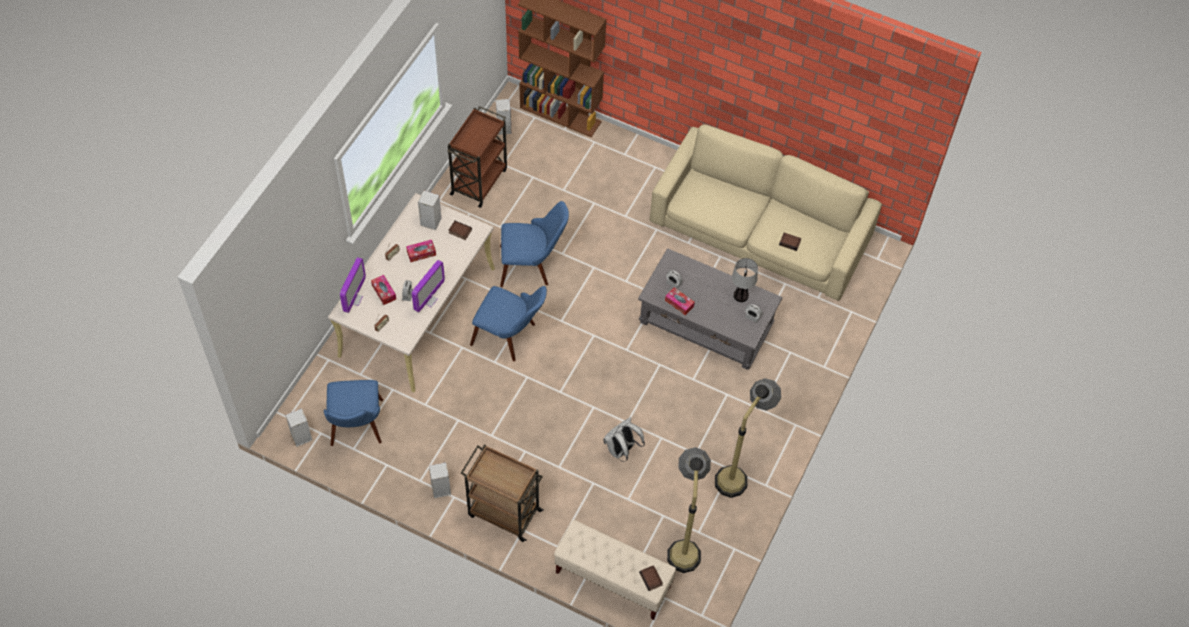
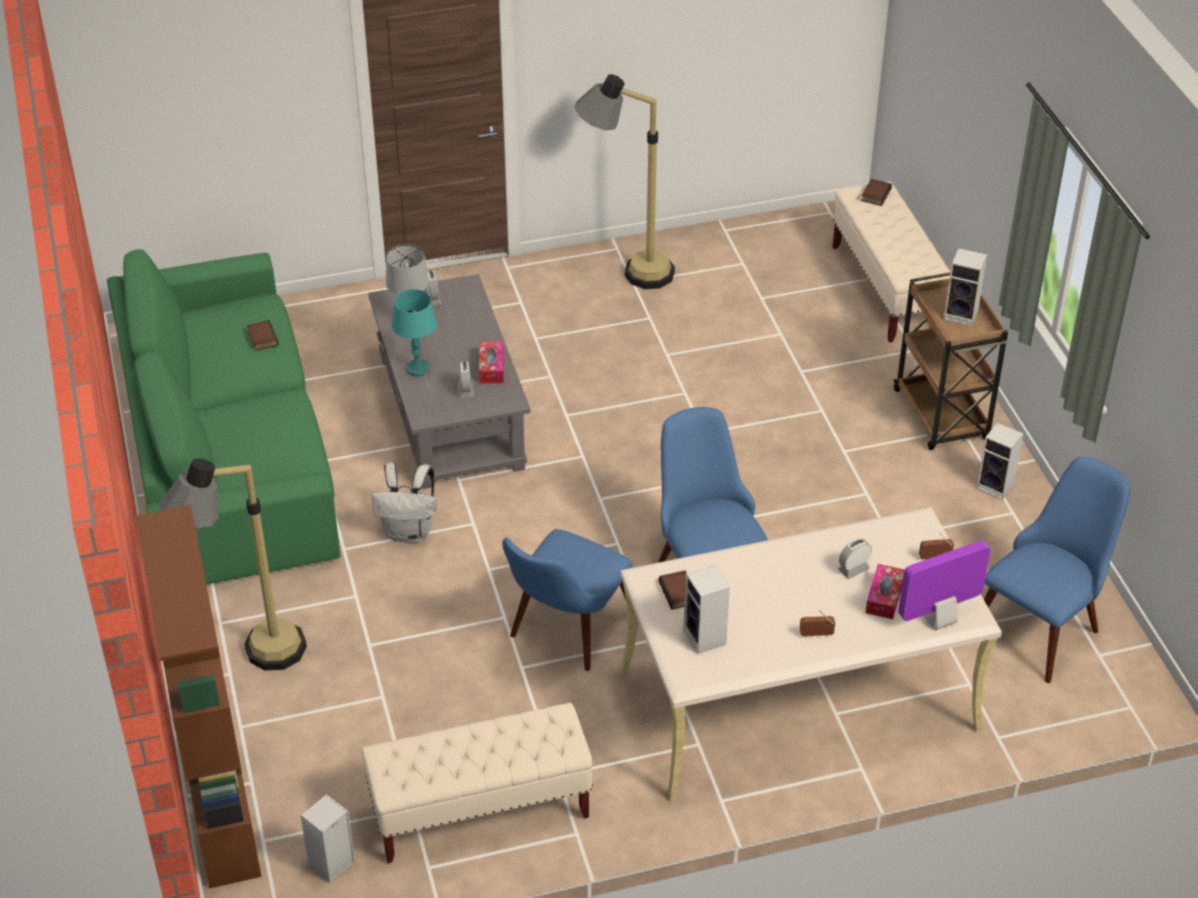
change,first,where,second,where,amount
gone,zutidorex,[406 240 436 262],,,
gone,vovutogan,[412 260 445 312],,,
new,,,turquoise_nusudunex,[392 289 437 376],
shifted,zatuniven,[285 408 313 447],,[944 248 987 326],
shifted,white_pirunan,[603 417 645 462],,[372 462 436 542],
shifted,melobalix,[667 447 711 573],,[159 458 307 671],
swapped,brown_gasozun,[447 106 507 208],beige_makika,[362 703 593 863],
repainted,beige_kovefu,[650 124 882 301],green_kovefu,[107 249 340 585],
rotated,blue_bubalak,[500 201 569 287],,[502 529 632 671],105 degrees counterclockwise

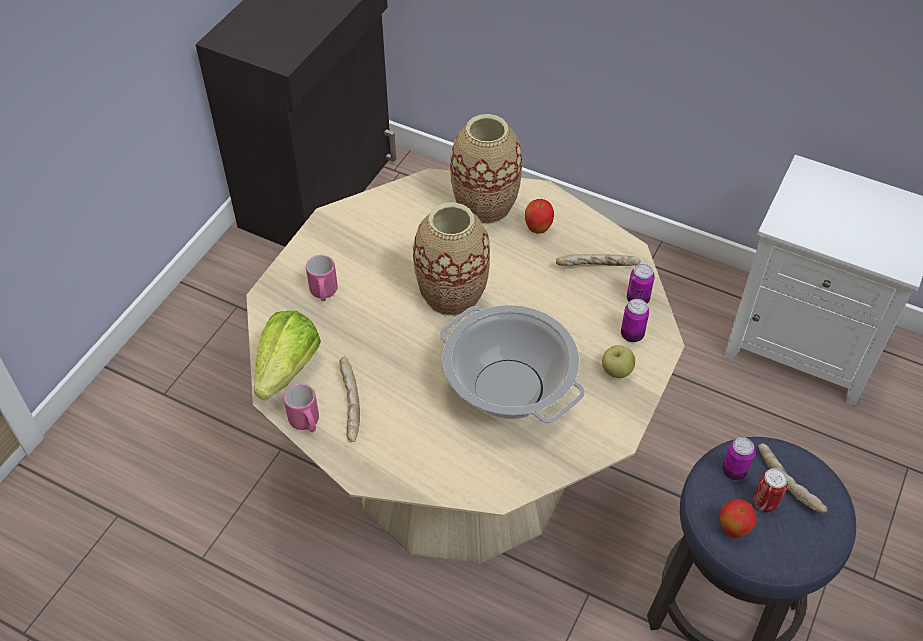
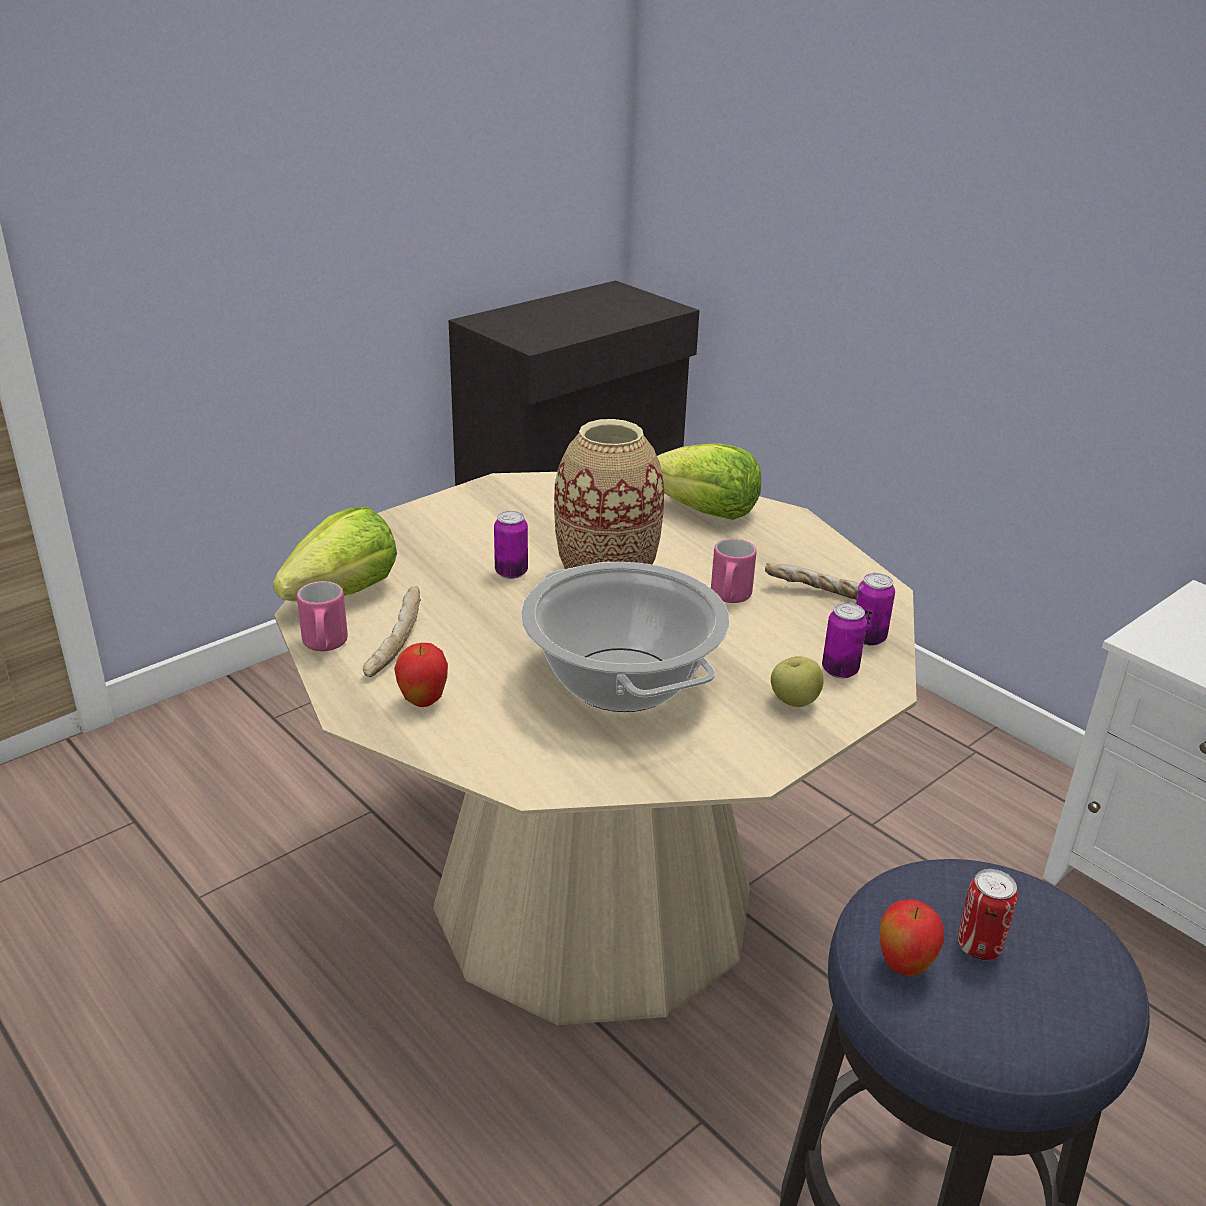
change,first,where,second,where,amount
gone,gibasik,[758 443 827 514],,,
shifted,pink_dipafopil,[306 255 338 301],,[711 538 756 603],
shifted,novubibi,[525 199 554 234],,[394 643 448 707],
shifted,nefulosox,[722 437 755 480],,[494 511 528 579],
swapped,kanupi,[450 114 522 224],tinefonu,[657 443 761 520],

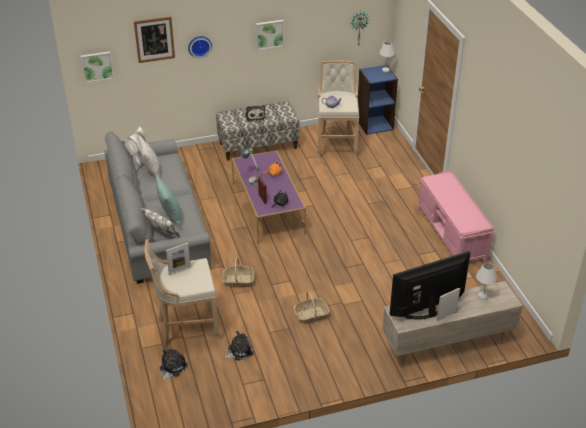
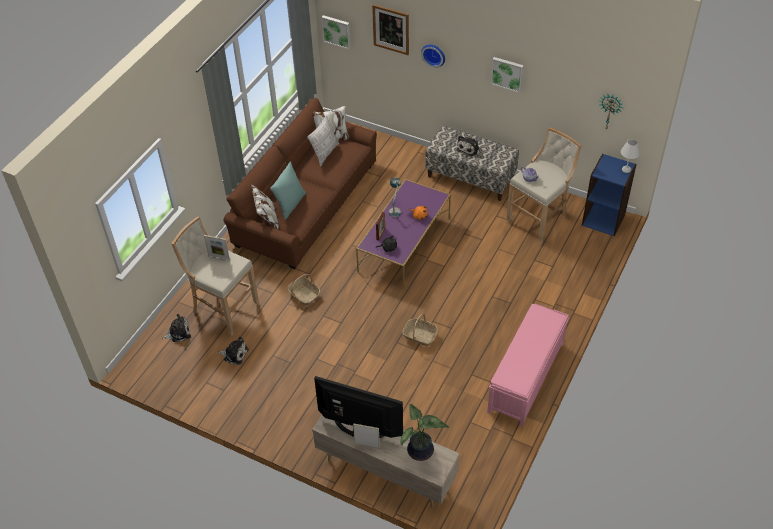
change,first,where,second,where,amount
shifted,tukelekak,[294 291 330 323],,[402 314 438 346],
swapped,white_nusudunex,[476 262 497 300],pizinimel,[400 404 449 461],
repainted,grey_kovefu,[105 126 211 284],brown_kovefu,[224 98 377 269],

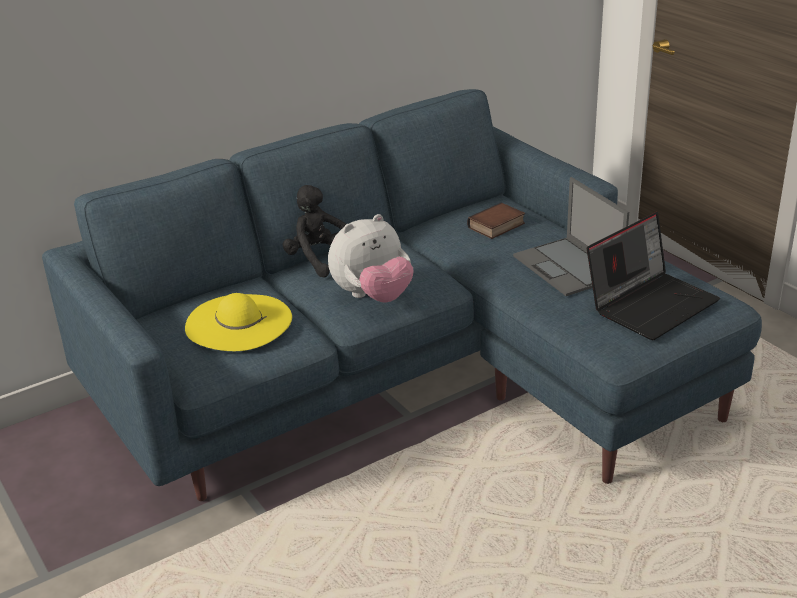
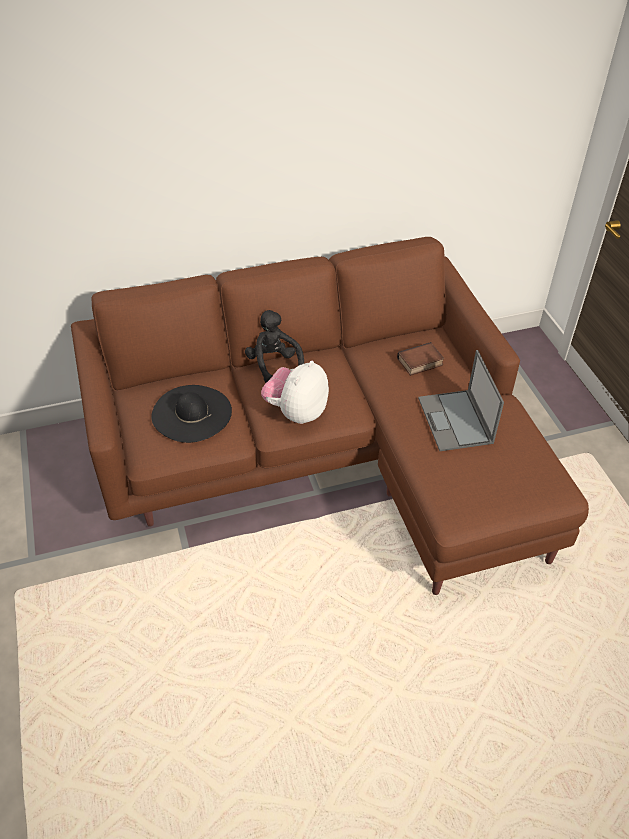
change,first,where,second,where,amount
gone,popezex,[587 212 720 340],,,
repainted,blue_kovefu,[42 89 762 501],brown_kovefu,[71 237 589 595],
repainted,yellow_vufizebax,[185 293 292 351],black_vufizebax,[151 385 232 443],
rotated,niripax,[328 214 413 303],,[261 361 329 424],135 degrees clockwise

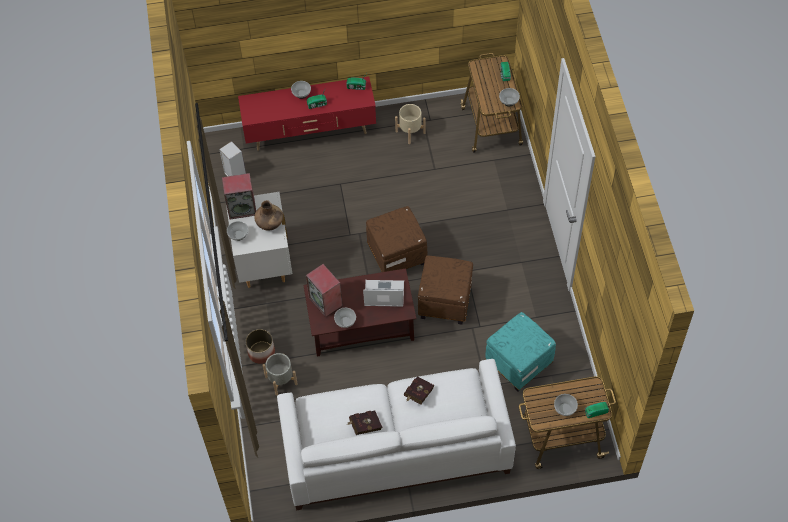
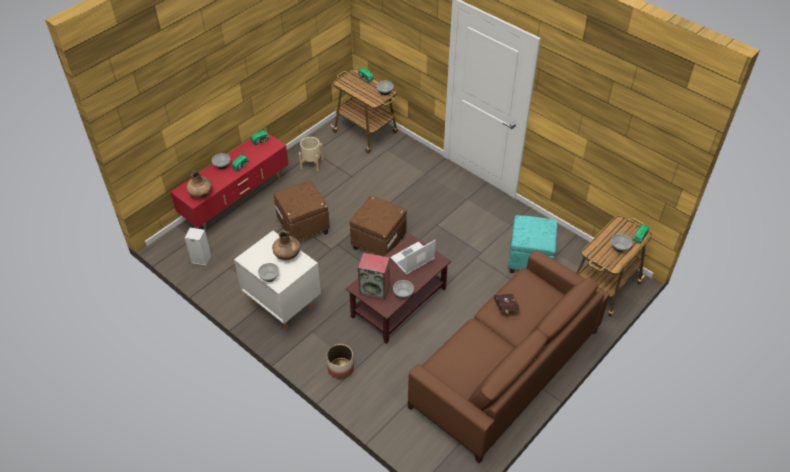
change,first,where,second,where,amount
gone,zatuniven,[222 173 256 219],,,
gone,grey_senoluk,[262 353 298 395],,,
gone,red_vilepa,[347 411 382 435],,,
new,,,brown_kanupi,[186 171 212 198],
shifted,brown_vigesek,[418 256 473 325],,[274 180 330 241],
repainted,white_kovefu,[277 359 516 511],brown_kovefu,[408 250 610 464],

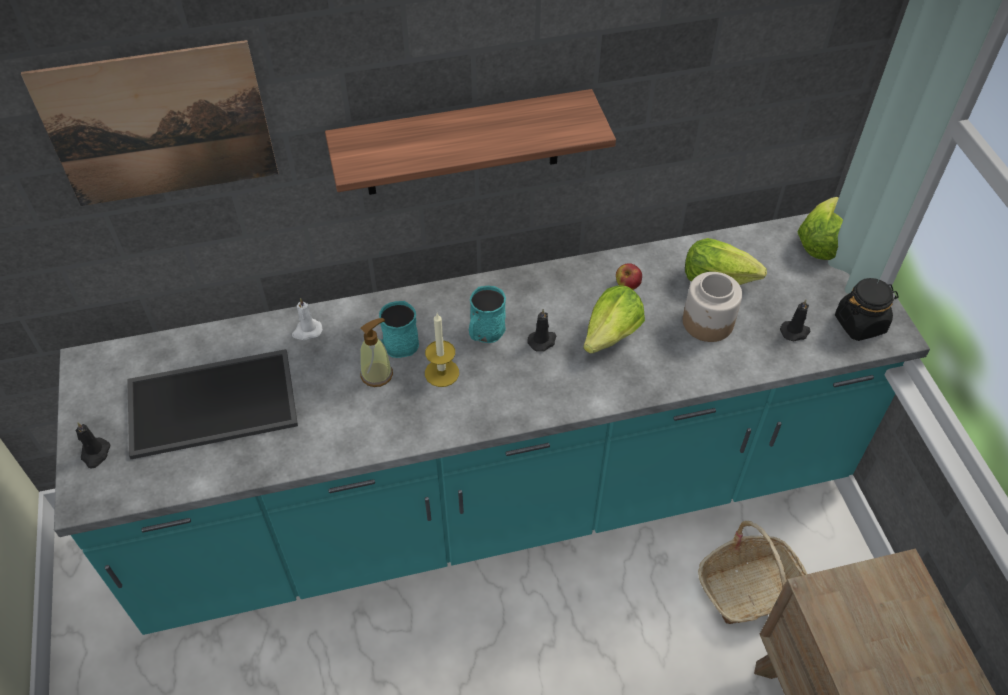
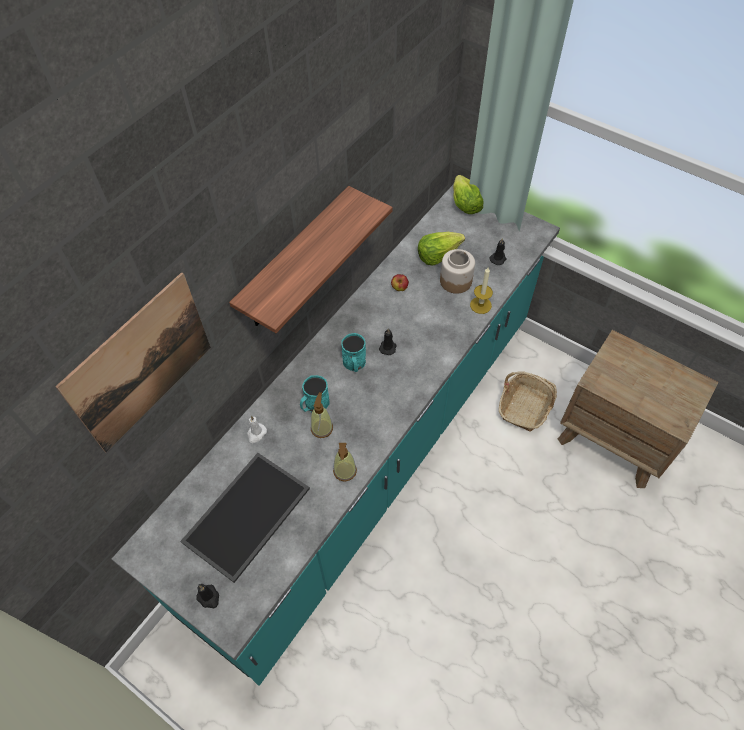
change,first,where,second,where,amount
gone,tinefonu,[583 285 645 354],,,
gone,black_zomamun,[835 278 899 341],,,
new,,,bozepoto,[333 443 357 482],
shifted,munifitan,[425 313 459 387],,[470 268 493 314],

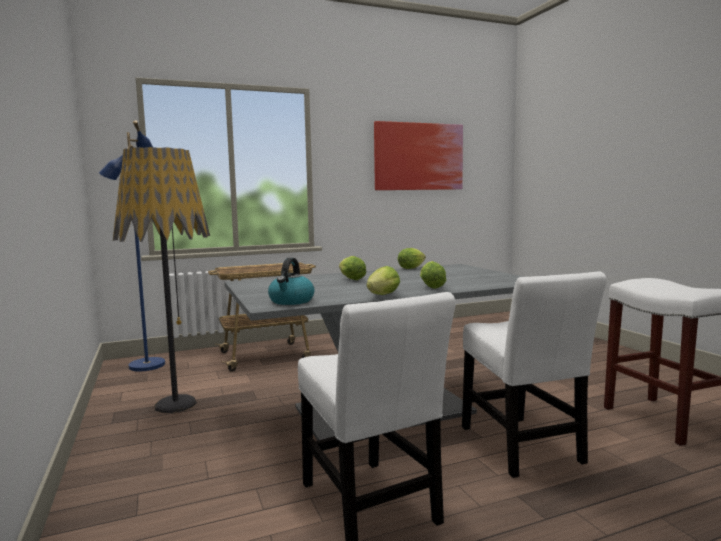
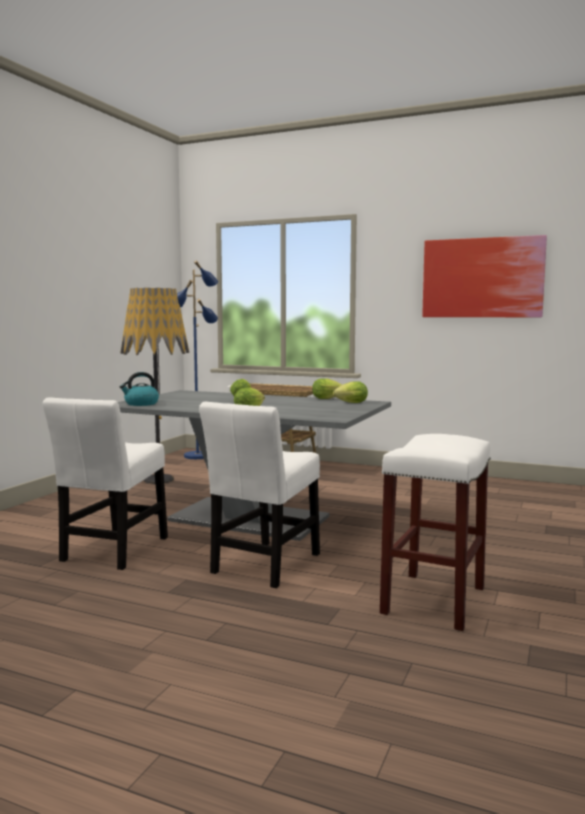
change,first,where,second,where,amount
shifted,tinefonu,[366 266 400 295],,[333 381 368 403],

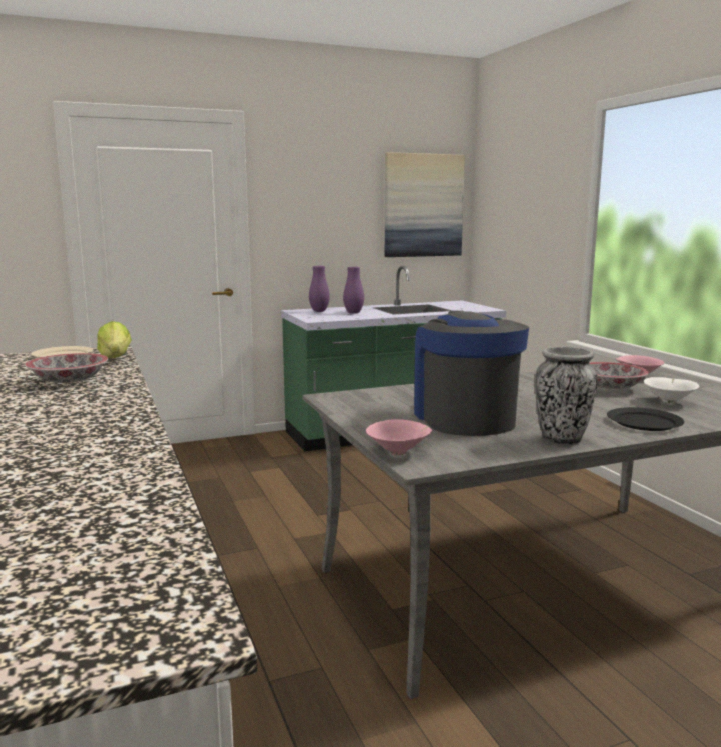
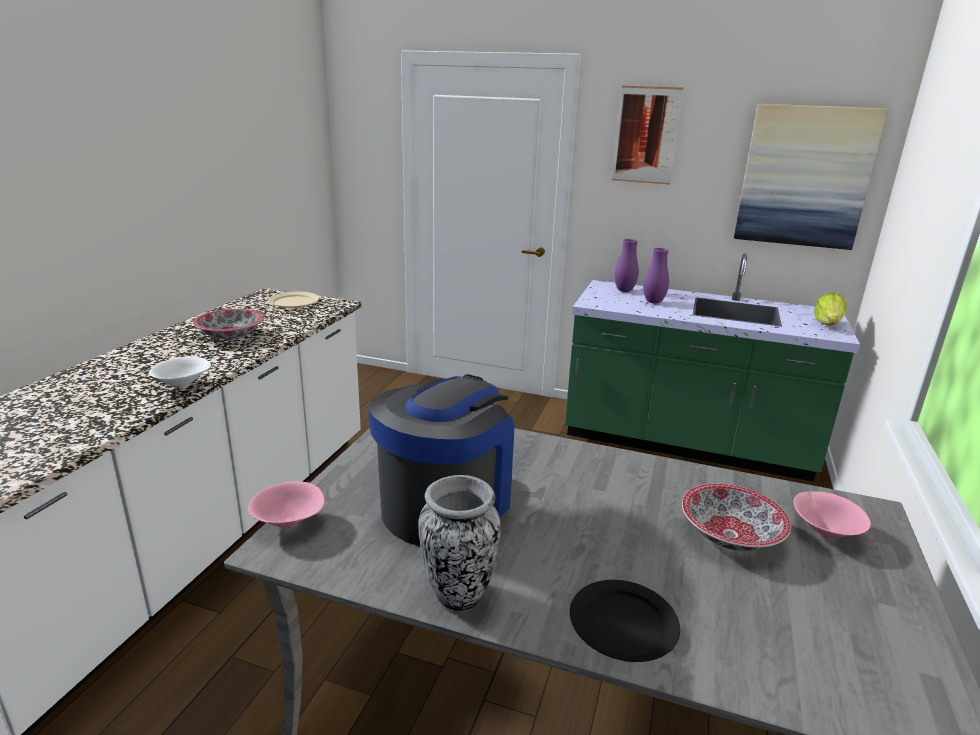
change,first,where,second,where,amount
new,,,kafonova,[612 86 684 185],
shifted,tinefonu,[97 321 132 358],,[814 293 846 325],
shifted,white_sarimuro,[644 377 699 404],,[149 356 211 389],

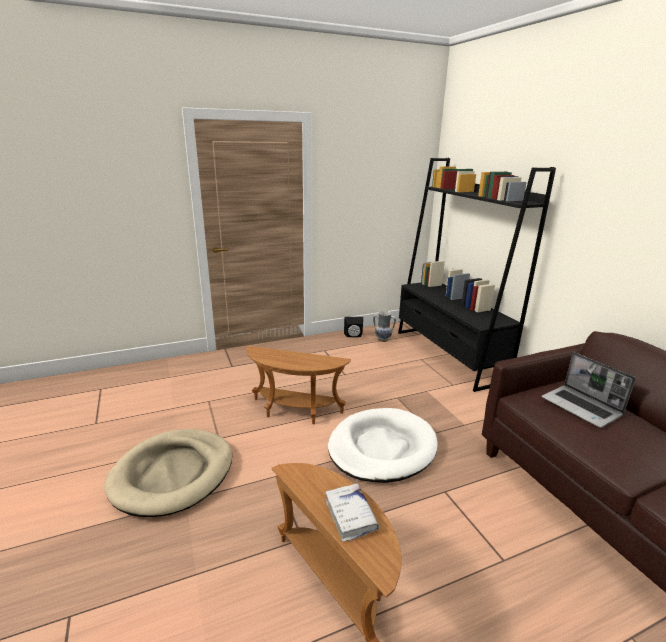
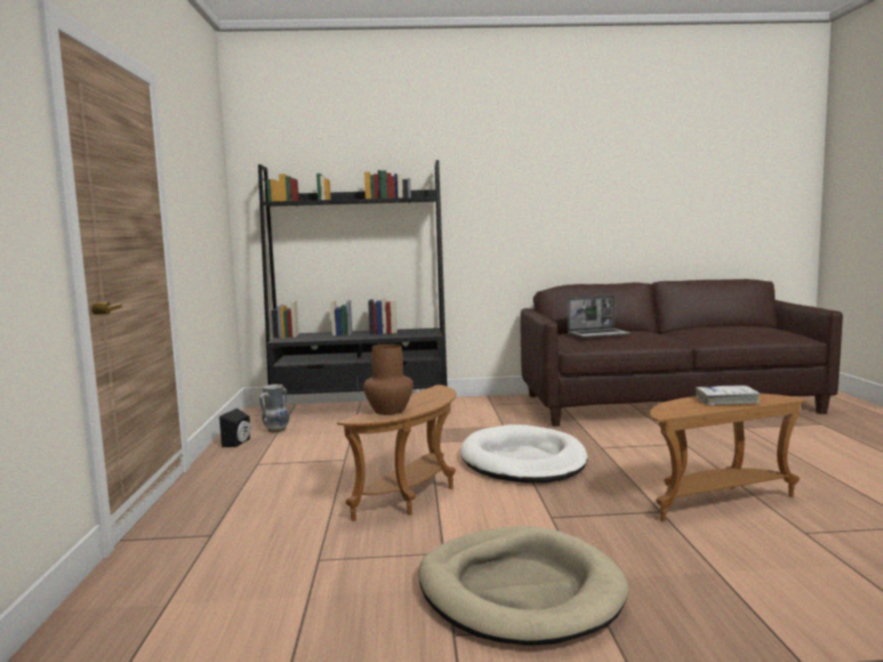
change,first,where,second,where,amount
new,,,brown_kanupi,[363 344 413 415],

